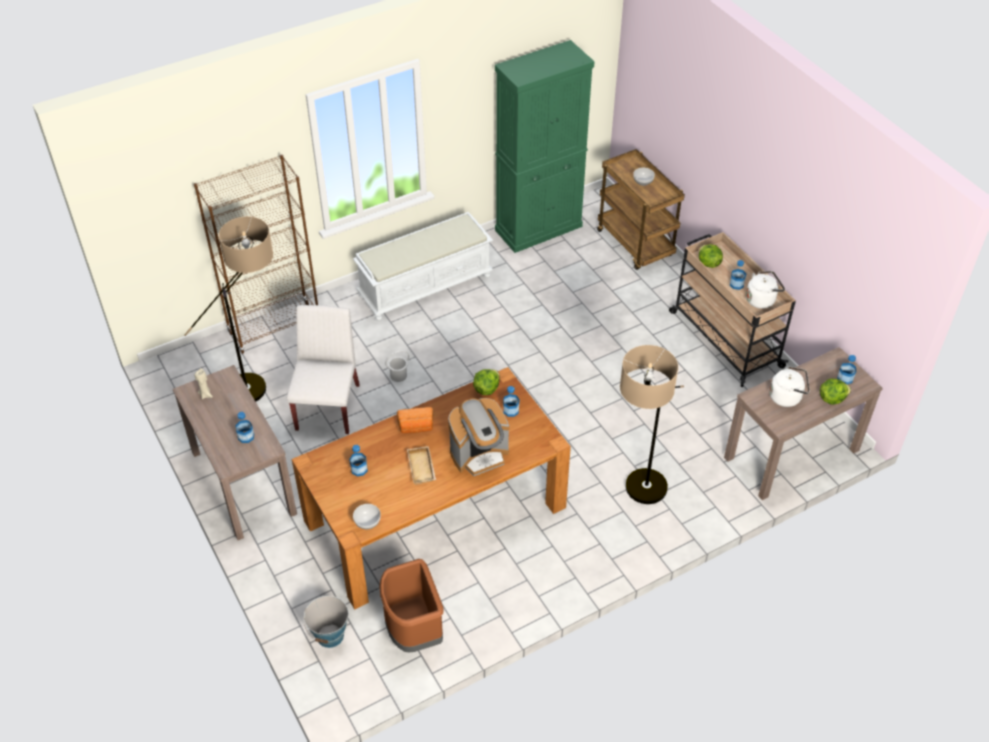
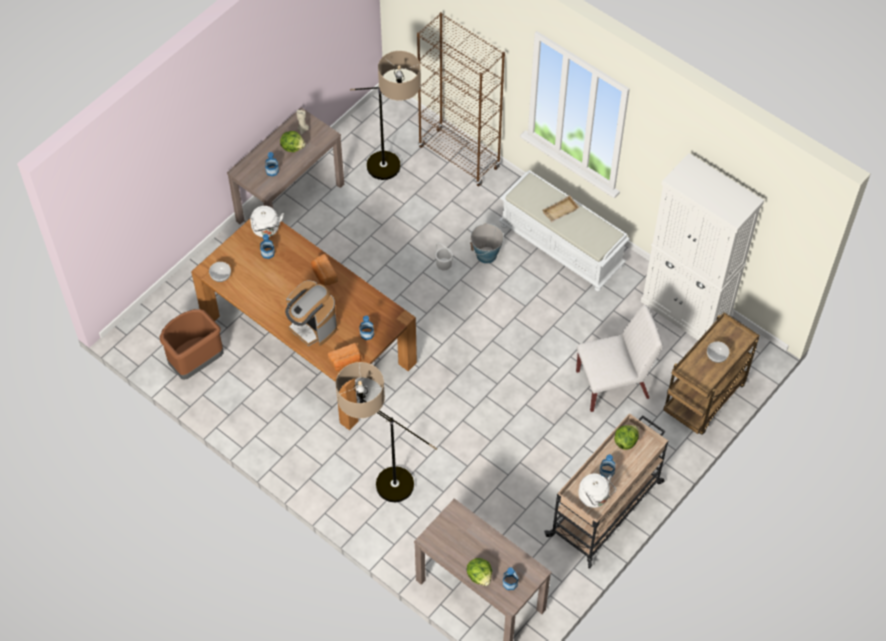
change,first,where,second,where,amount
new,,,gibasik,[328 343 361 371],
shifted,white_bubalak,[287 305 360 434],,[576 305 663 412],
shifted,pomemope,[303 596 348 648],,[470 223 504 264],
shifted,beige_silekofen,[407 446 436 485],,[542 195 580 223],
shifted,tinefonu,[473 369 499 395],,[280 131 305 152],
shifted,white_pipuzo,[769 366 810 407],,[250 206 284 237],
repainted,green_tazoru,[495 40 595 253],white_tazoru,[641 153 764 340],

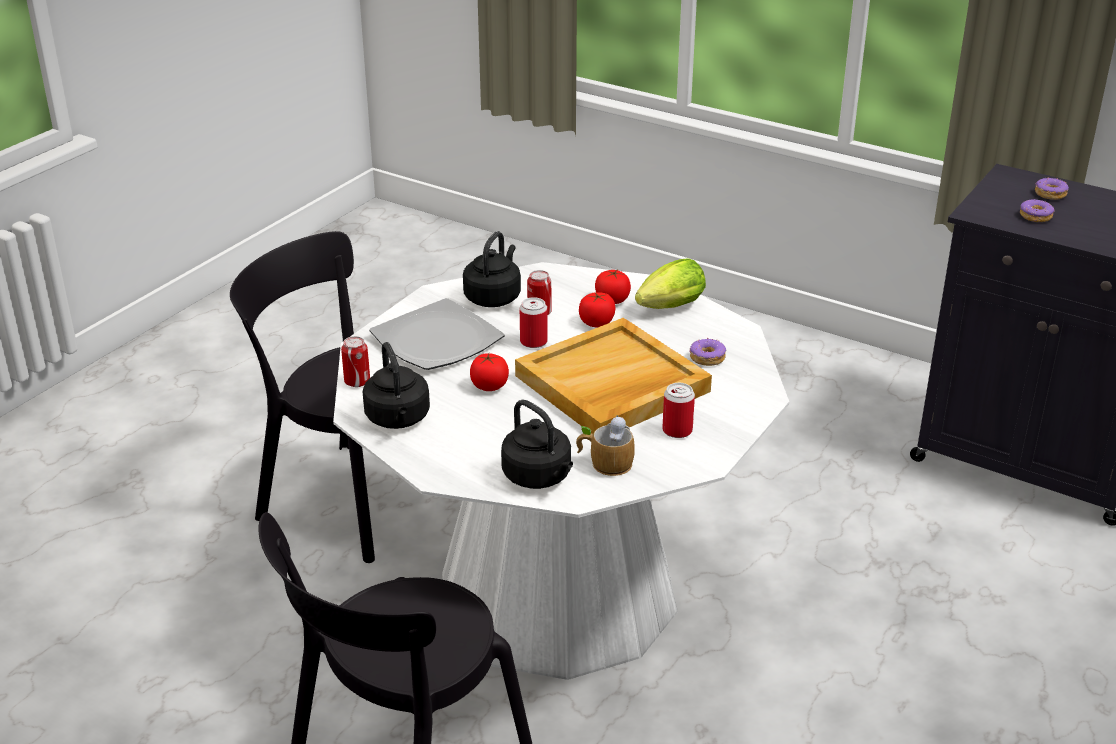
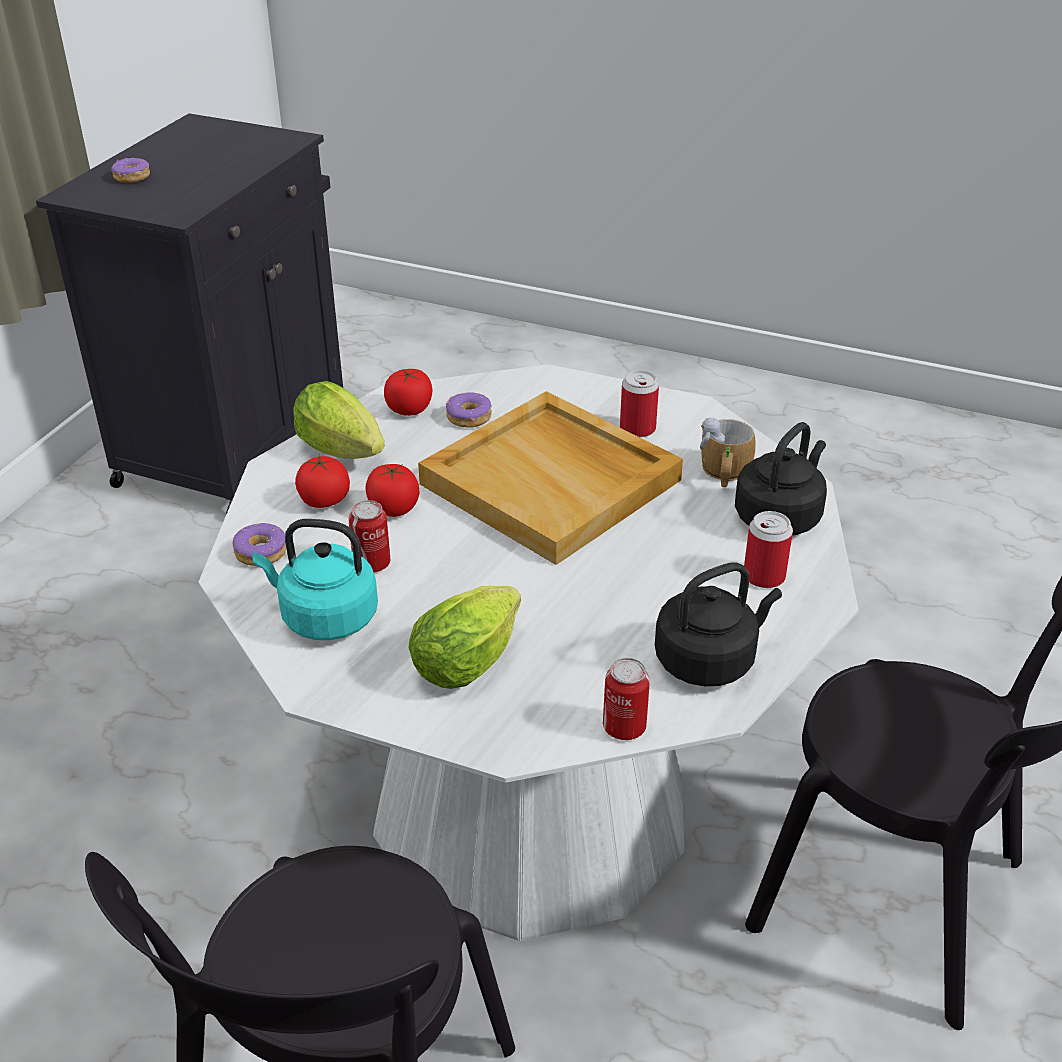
change,first,where,second,where,amount
shifted,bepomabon,[470 353 509 391],,[384 369 433 416],
shifted,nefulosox,[520 297 548 348],,[744 511 793 588],
shifted,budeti,[1020 199 1055 222],,[233 523 286 566],
swapped,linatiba,[369 298 505 370],tinefonu,[408 586 521 689],
repainted,black_pipuzo,[463 231 521 307],turquoise_pipuzo,[253 519 378 640],

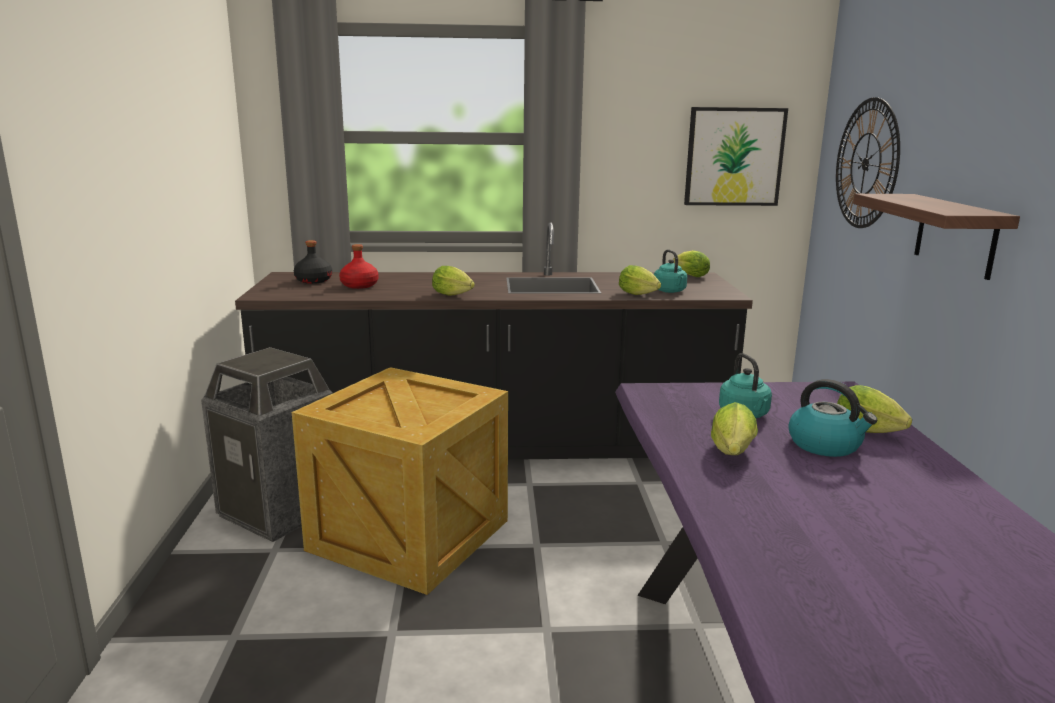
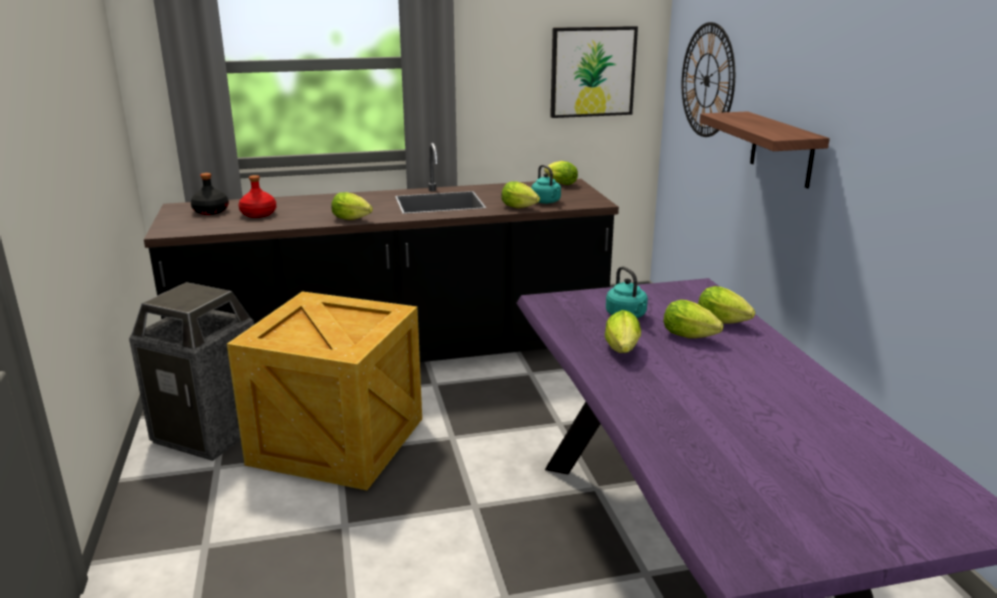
change,first,where,second,where,amount
swapped,pipuzo,[788 379 877 457],tinefonu,[663 300 723 338],

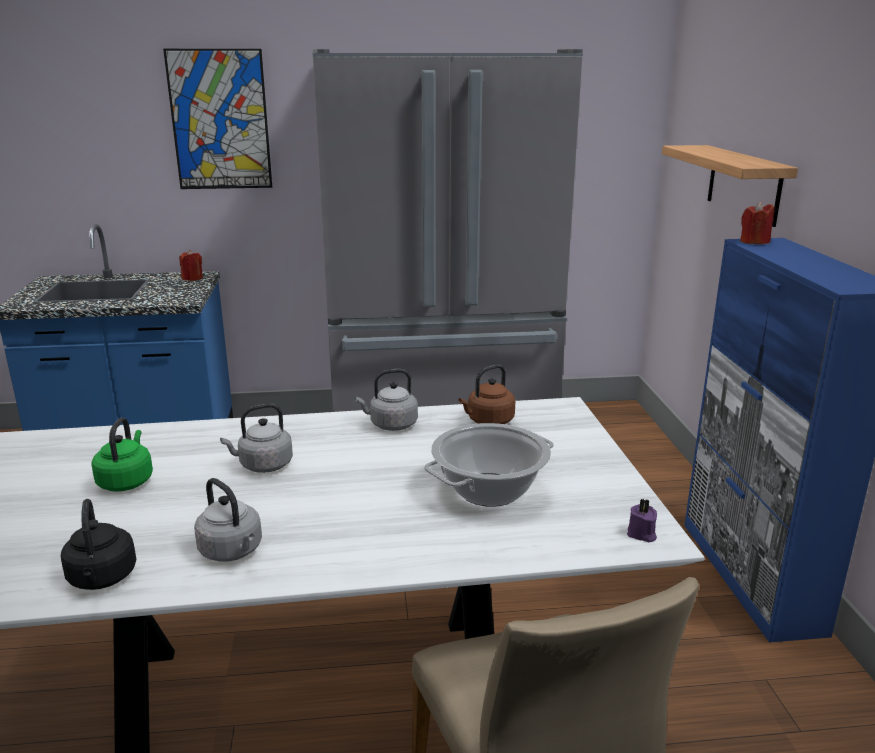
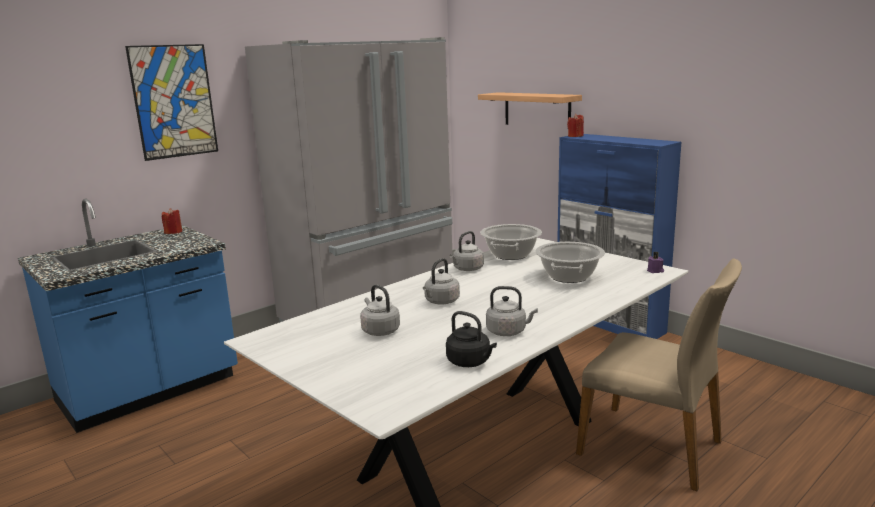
change,first,where,second,where,amount
swapped,brown_pipuzo,[458 364 515 424],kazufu,[480 224 542 260],
repainted,green_pipuzo,[91 417 153 492],grey_pipuzo,[360 284 400 336],

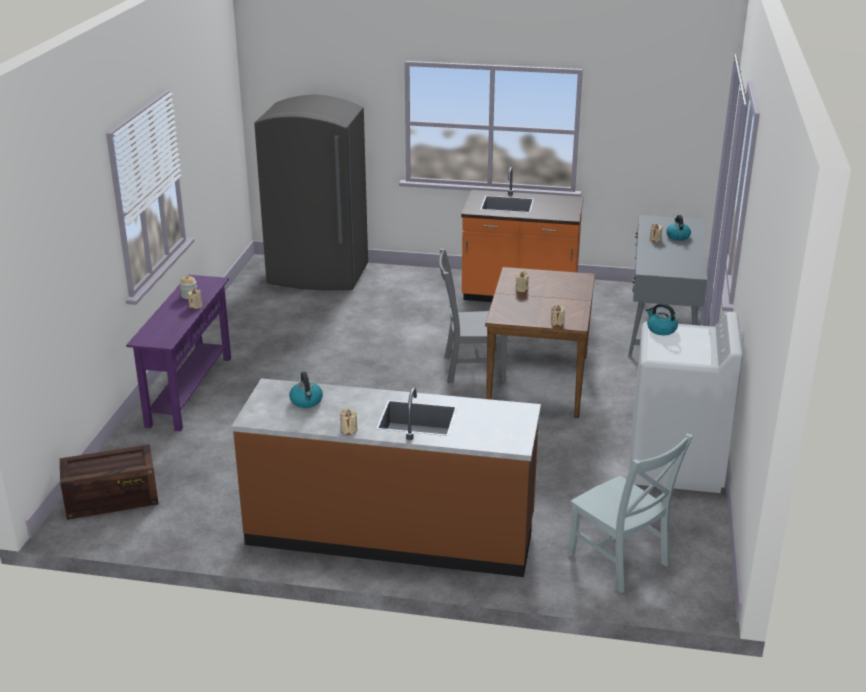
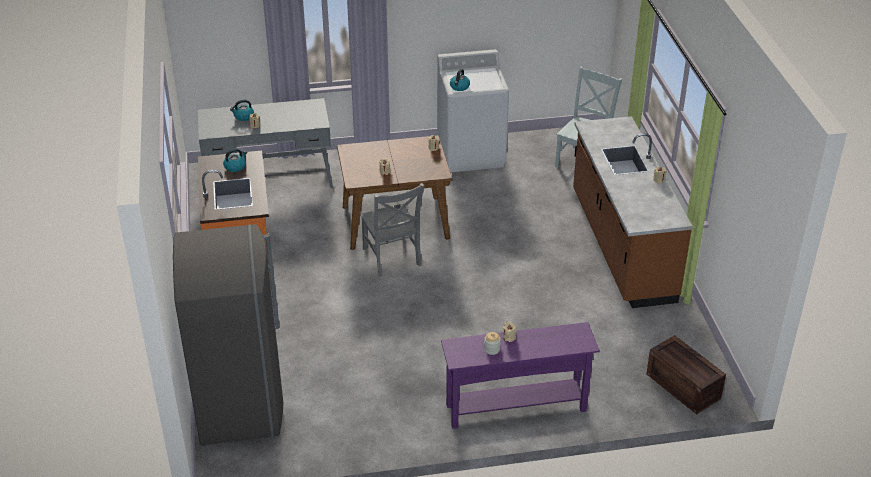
change,first,where,second,where,amount
shifted,pipuzo,[289 372 323 408],,[223 149 247 172],

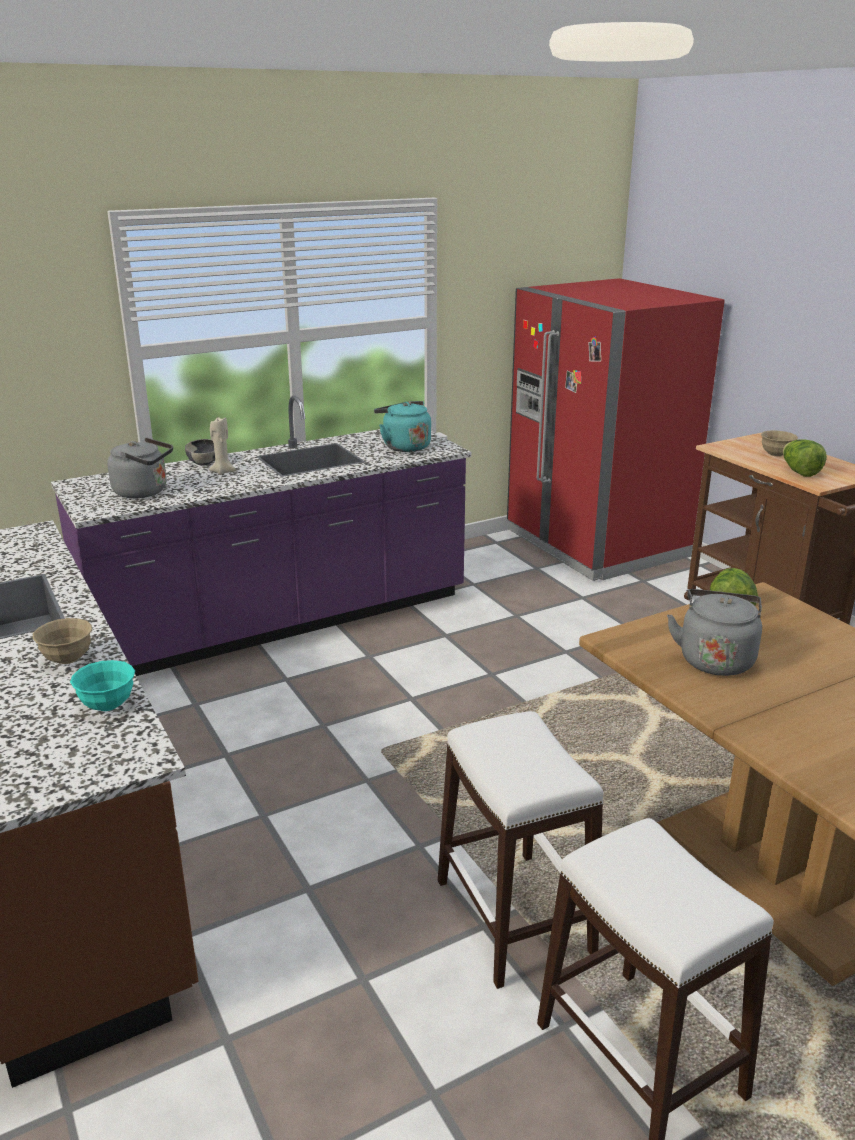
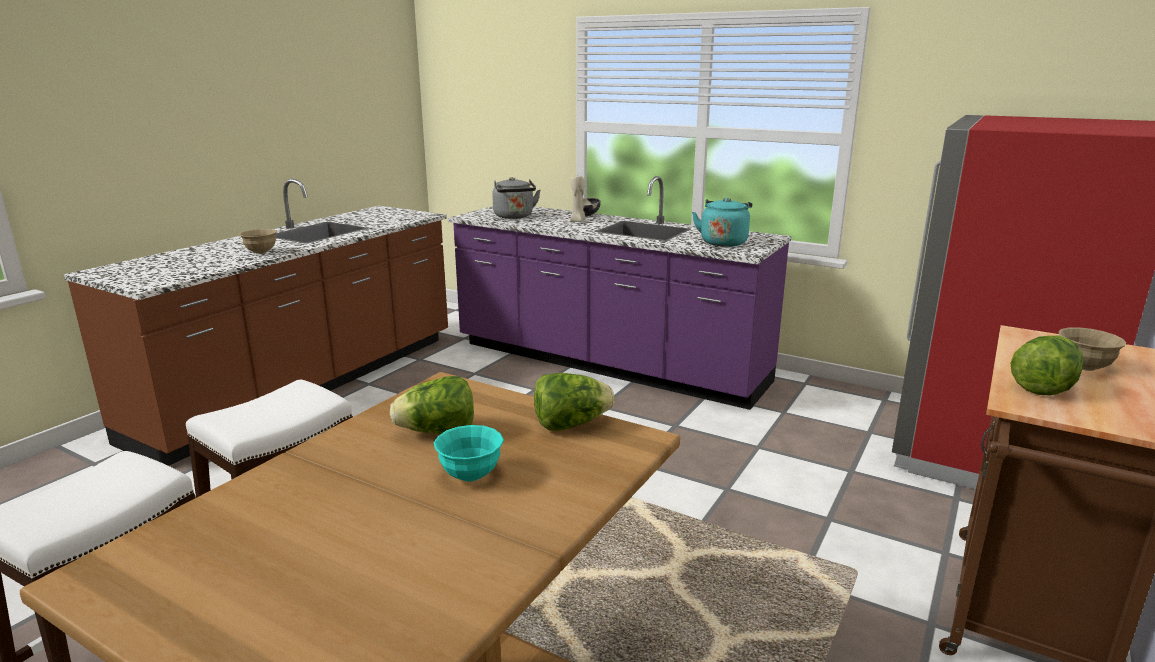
change,first,where,second,where,amount
shifted,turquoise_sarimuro,[70 660 135 711],,[434 425 504 482],
swapped,grey_pipuzo,[667 589 762 676],tinefonu,[390 376 474 434],

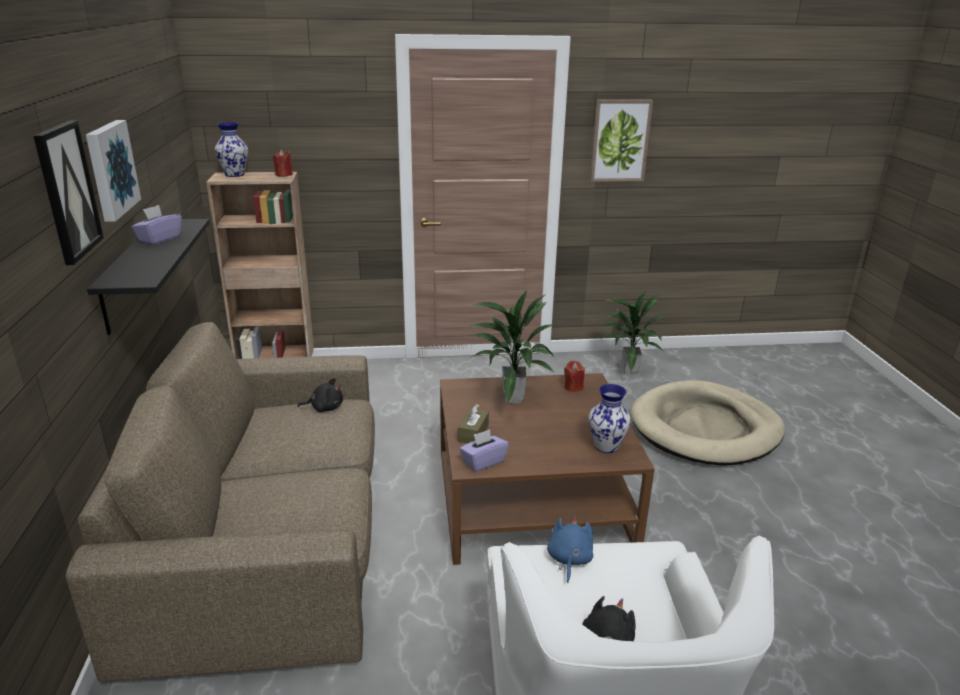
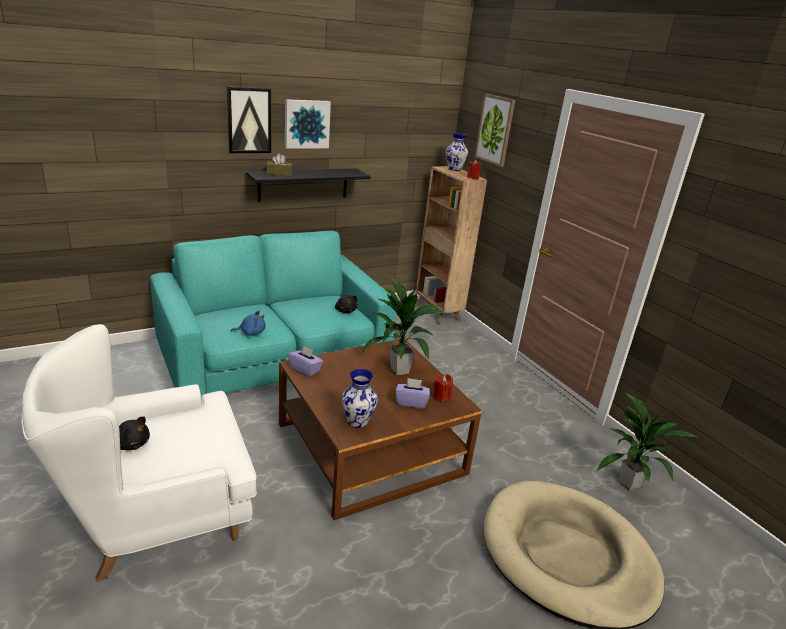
change,first,where,second,where,amount
shifted,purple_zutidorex,[131 205 182 245],,[395 378 430 409],
shifted,brown_zutidorex,[458 404 489 443],,[266 153 292 176],
shifted,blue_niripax,[547 516 593 583],,[231 311 266 336],
shifted,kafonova,[590 99 653 182],,[475 94 515 167],
repainted,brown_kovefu,[66 322 375 681],turquoise_kovefu,[150 231 396 397],

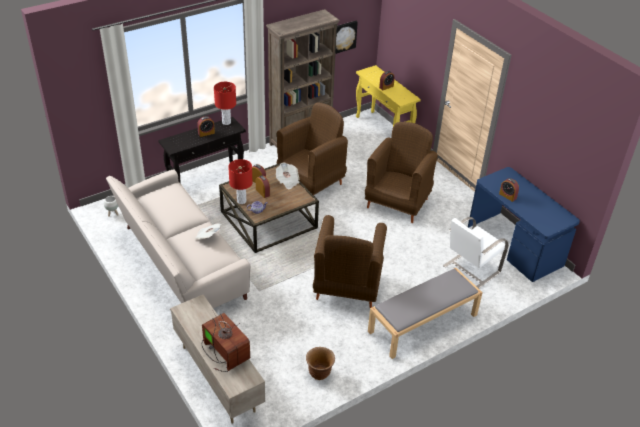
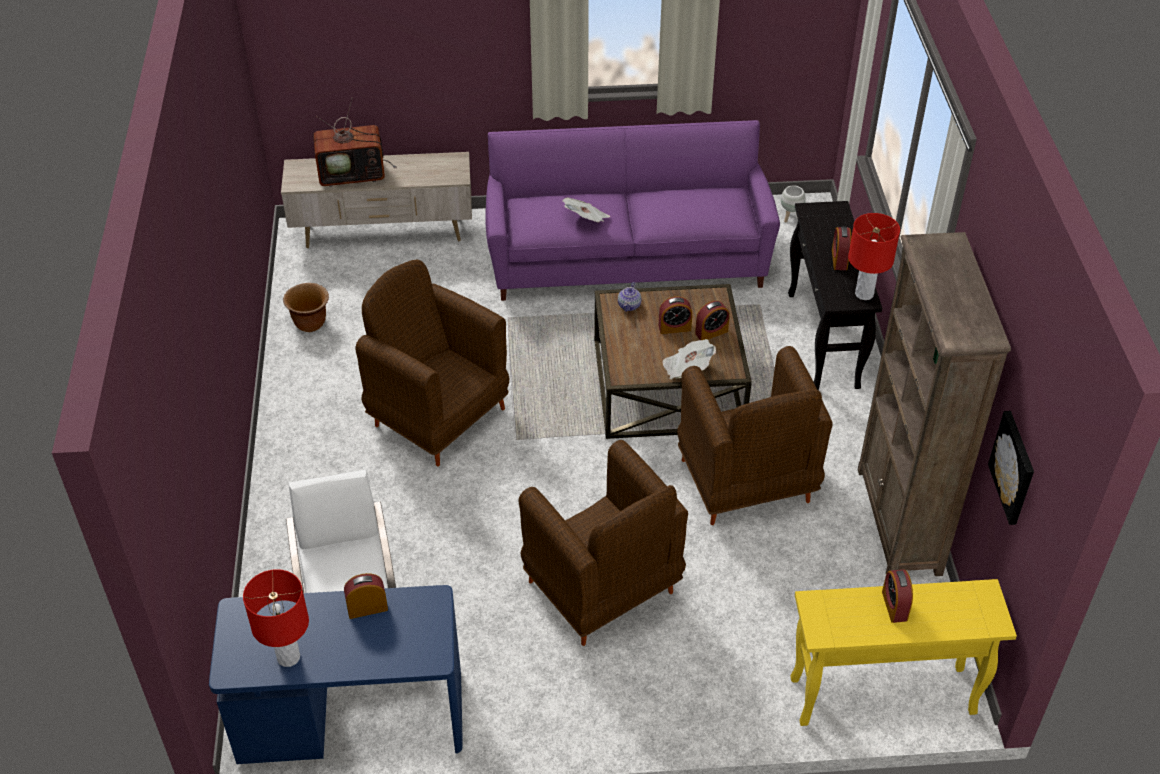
change,first,where,second,where,amount
gone,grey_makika,[368 268 483 359],,,
shifted,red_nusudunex,[228 159 253 204],,[243 569 309 667],
repainted,beige_kovefu,[106 170 250 308],purple_kovefu,[485 120 780 301],

